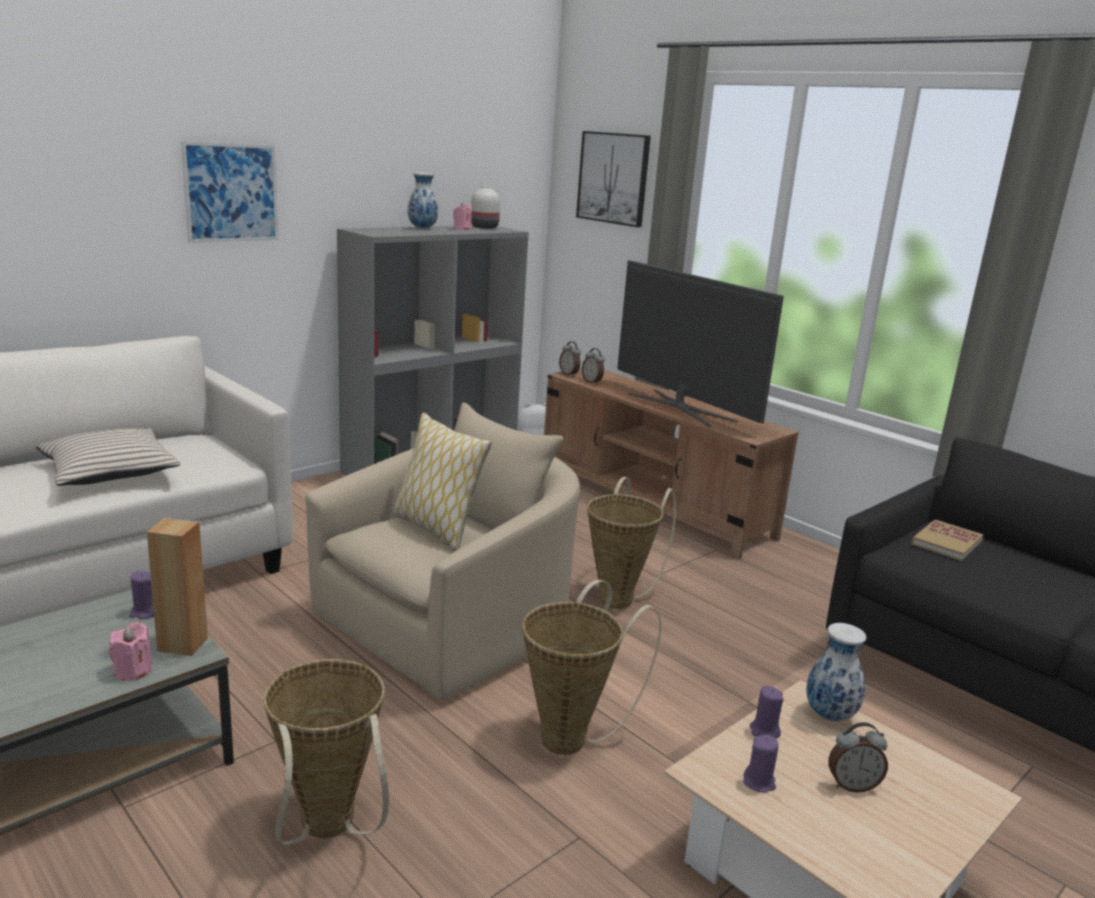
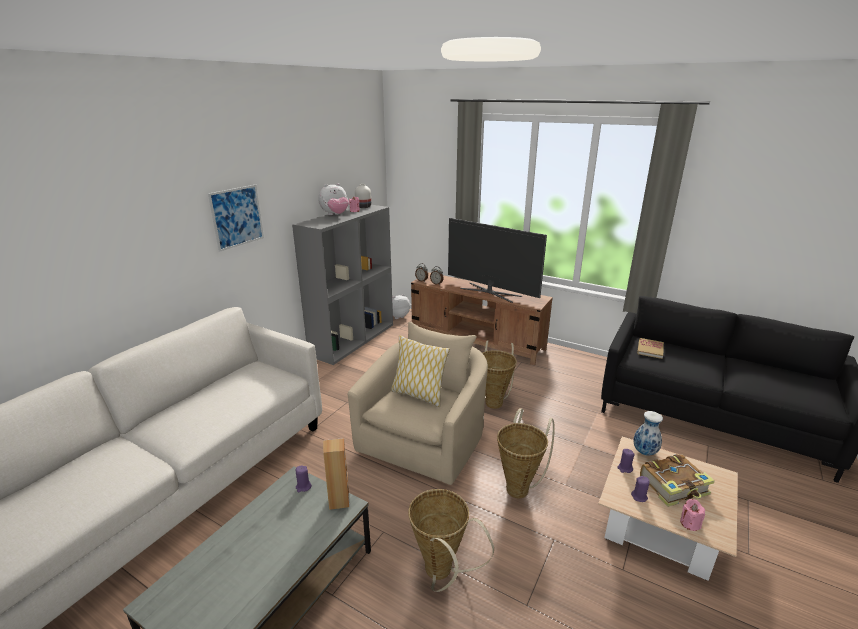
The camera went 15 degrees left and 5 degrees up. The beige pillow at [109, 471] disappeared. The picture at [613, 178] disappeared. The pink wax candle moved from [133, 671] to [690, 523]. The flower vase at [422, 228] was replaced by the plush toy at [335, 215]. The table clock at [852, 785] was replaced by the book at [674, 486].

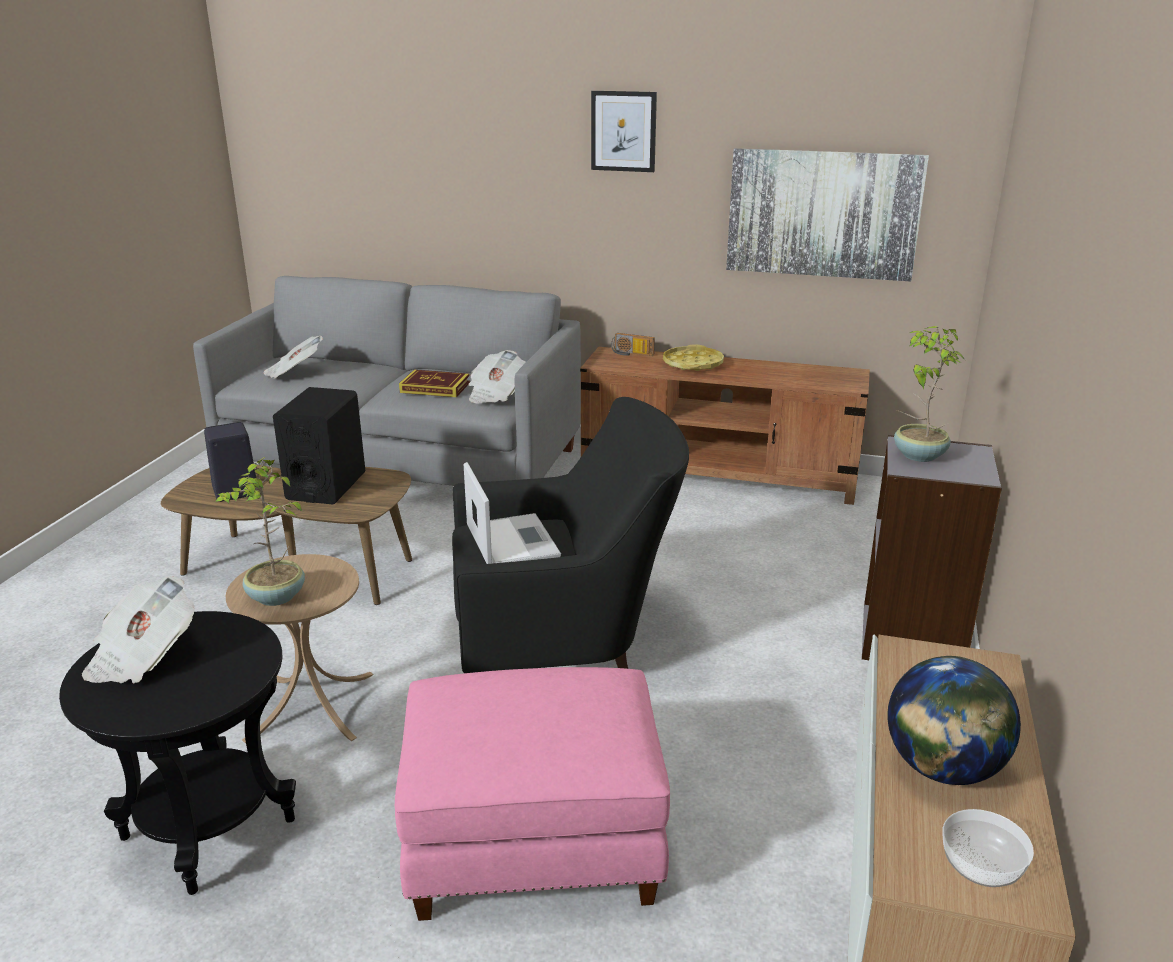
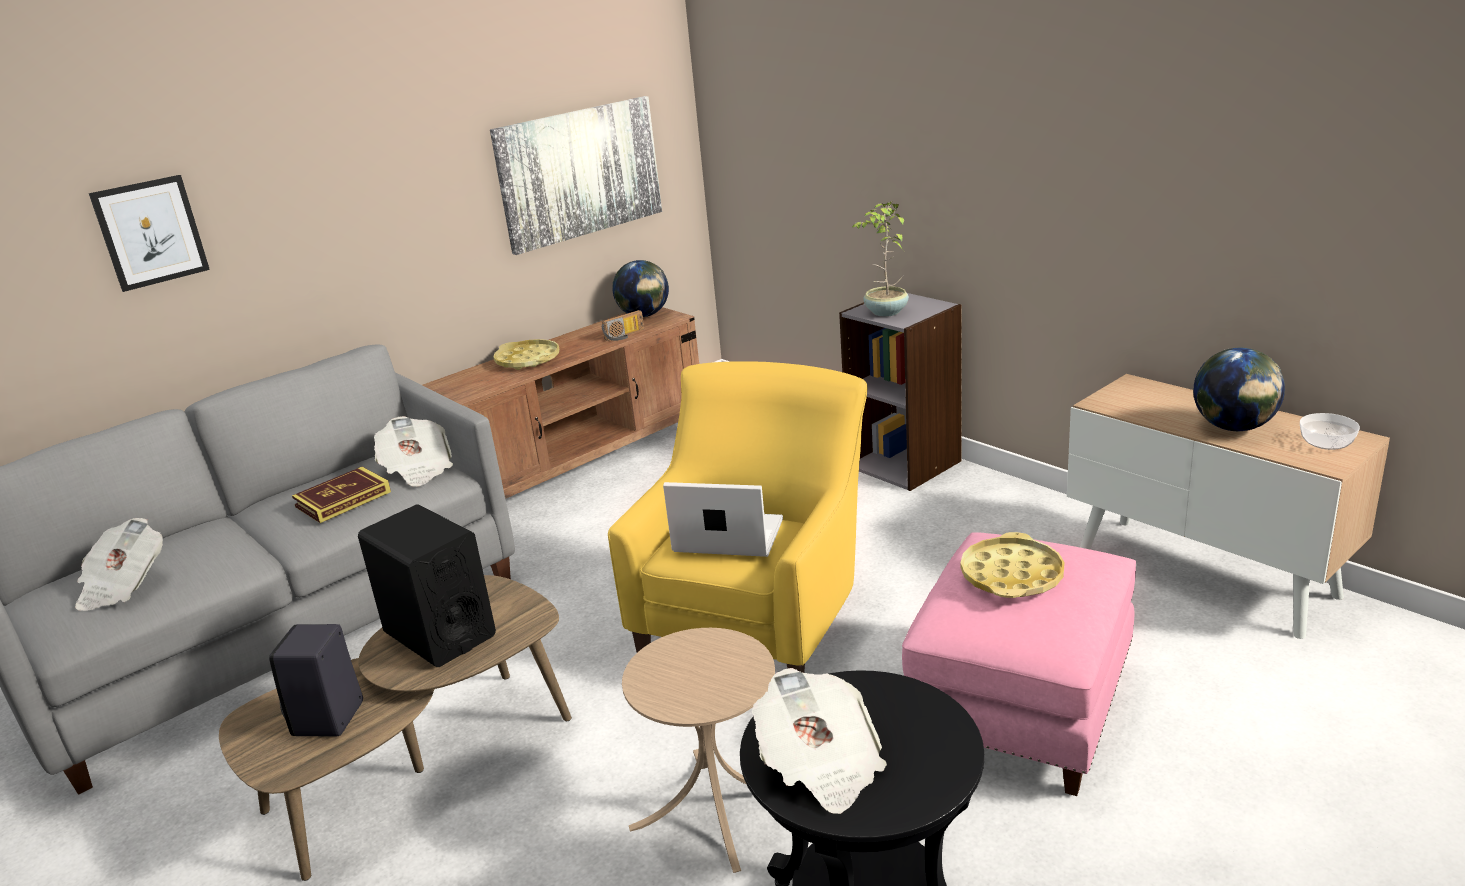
The camera went 55 degrees left and 0 degrees up. The potted plant at [275, 598] disappeared. The desk globe at [644, 316] appeared. The yellow-coloured tray at [1012, 575] appeared. The picture moved from [623, 131] to [150, 232]. The radio moved from [631, 354] to [625, 336]. The blackish lounge chair at [564, 643] became the yellow-coloured lounge chair at [759, 618].

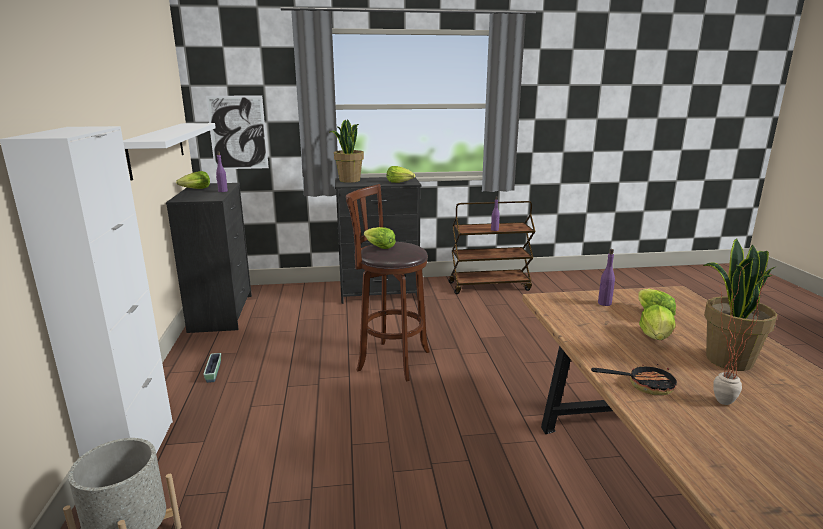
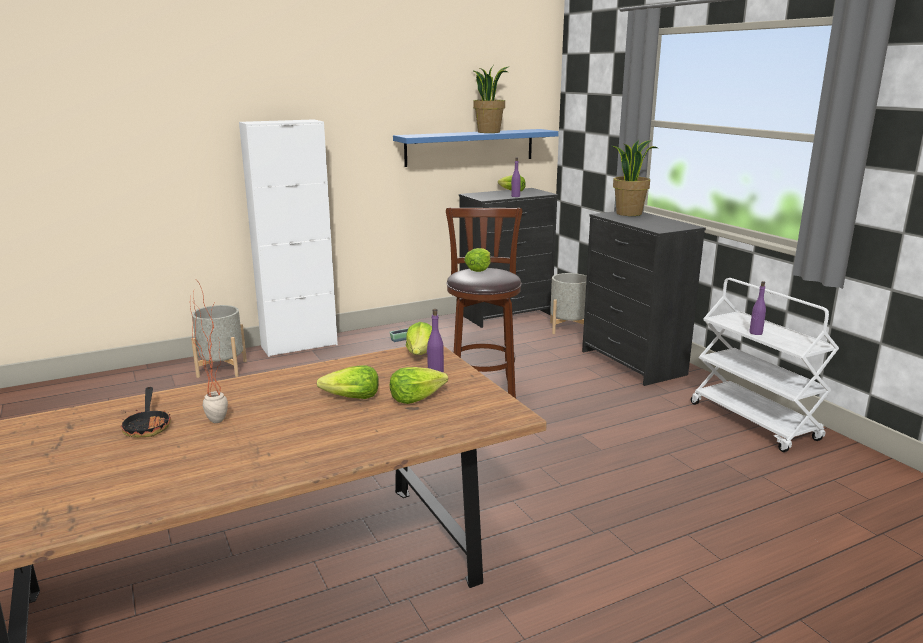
The camera went 70 degrees right and 0 degrees up. The picture at [238, 133] disappeared. The gray flower pot at [568, 328] appeared. The head of lettuce moved from [400, 182] to [421, 354]. The pan moved from [643, 385] to [148, 426]. The potted plant moved from [728, 360] to [489, 132]. The whitish bracket shelf at [157, 148] became the bluish bracket shelf at [470, 147]. The brown cart at [489, 286] became the whitish cart at [754, 422].

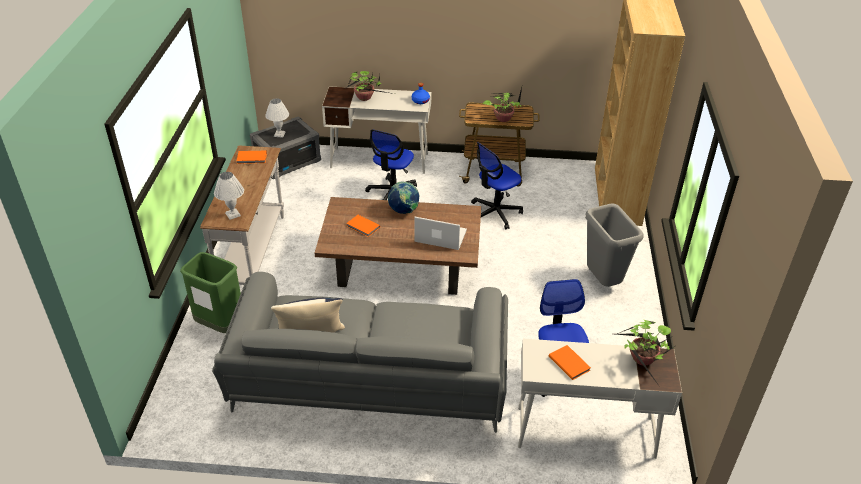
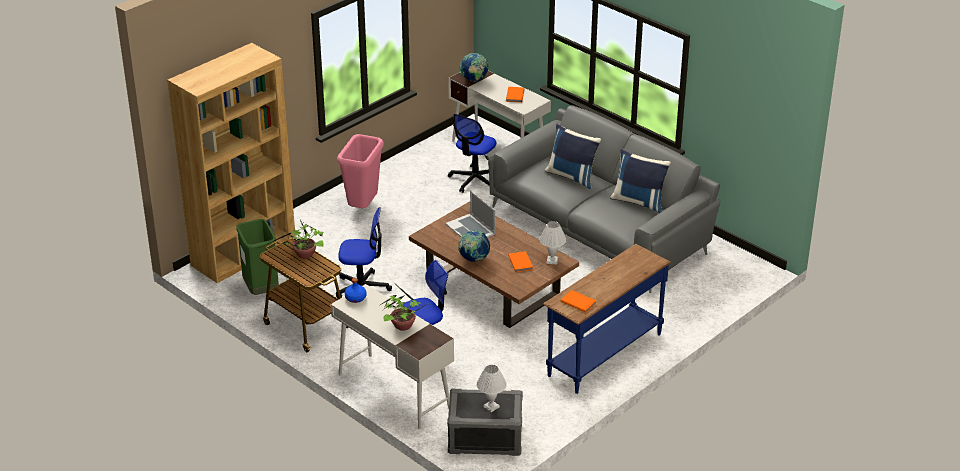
The camera went 140 degrees left and 5 degrees down. The bluish pillow at [572, 176] appeared. The green-coloured rubbish bin moved from [220, 325] to [261, 290]. The whitish tabletop lamp moved from [233, 214] to [551, 261]. The potted plant at [642, 361] was replaced by the desk globe at [474, 80]. The whitish narrow table at [254, 253] became the bluish narrow table at [603, 354]. The gray rubbish bin at [603, 282] became the pink rubbish bin at [362, 207].

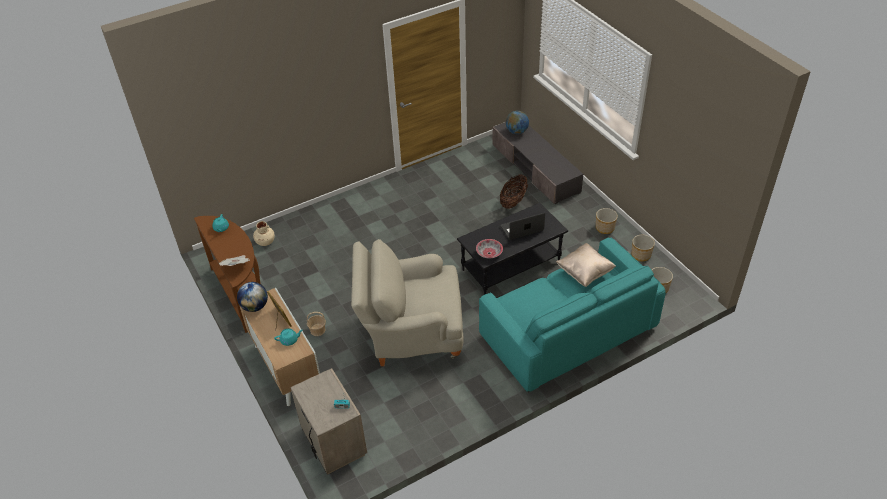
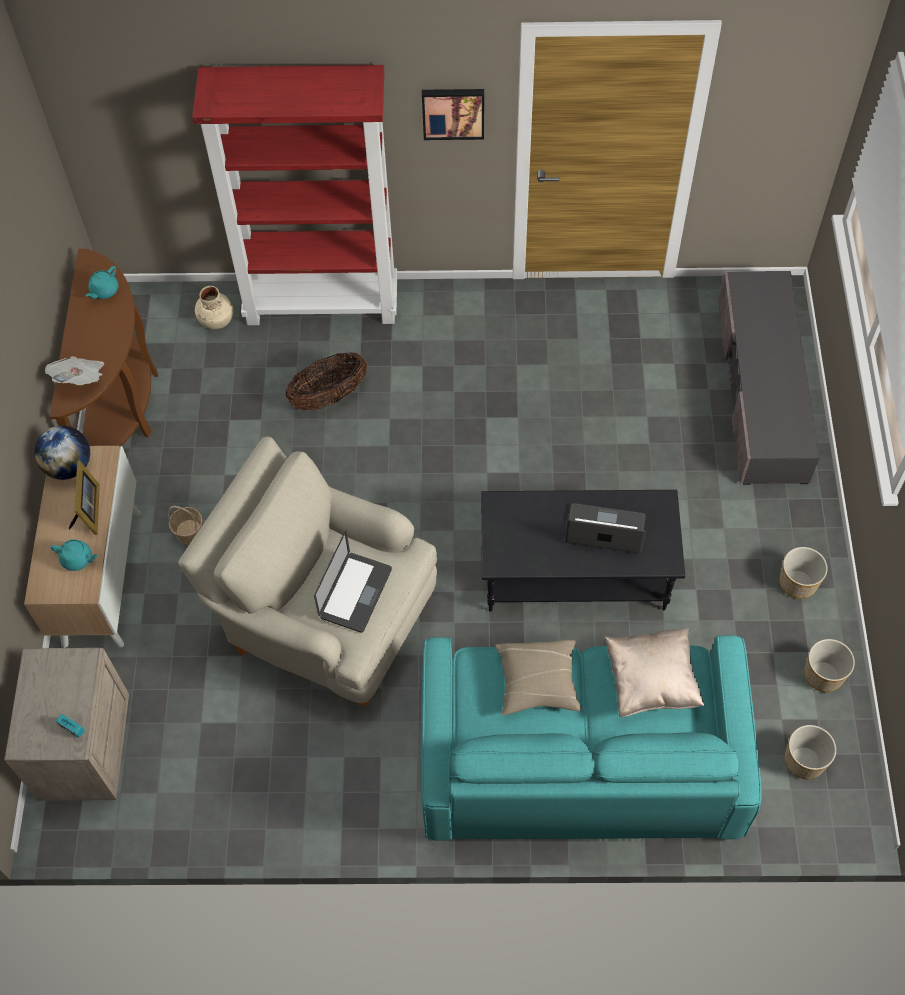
The camera went 30 degrees right and 15 degrees up. The bowl at [489, 253] disappeared. The desk globe at [517, 131] disappeared. The red-coloured bookshelf at [323, 304] appeared. The laptop at [355, 593] appeared. The picture at [453, 112] appeared. The beige pillow at [537, 682] appeared. The household basket moved from [513, 201] to [329, 396].

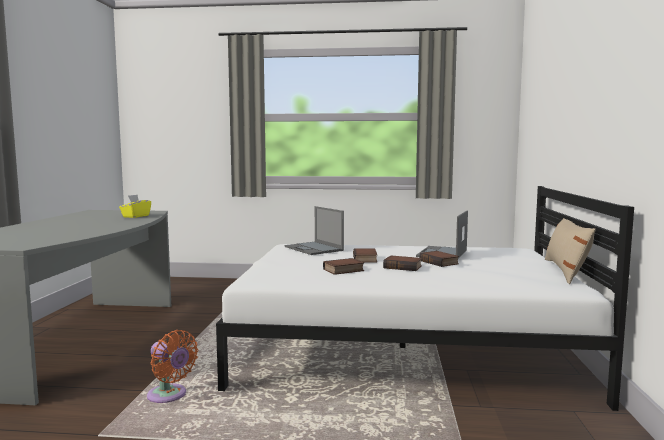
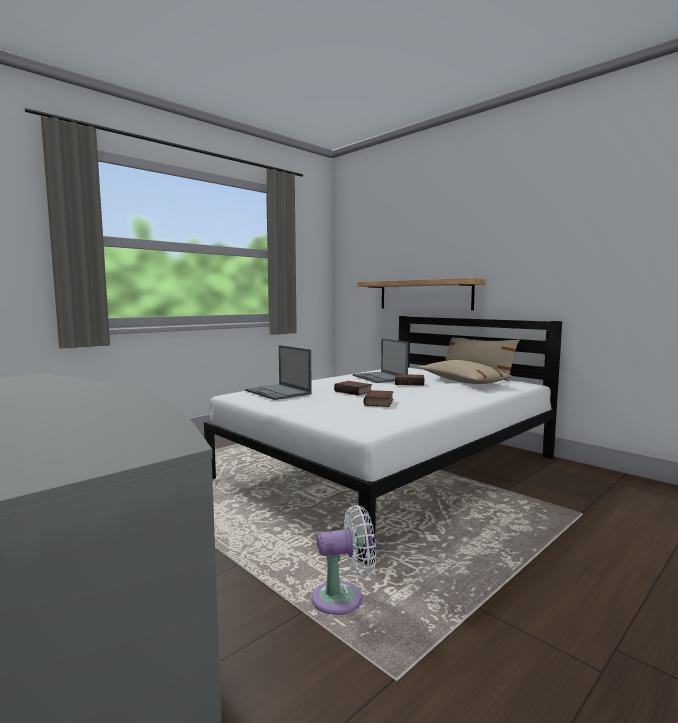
The camera went 50 degrees left and 0 degrees up. The yellow-coloured tissue box at [135, 216] disappeared. The book at [403, 267] disappeared. The bracket shelf at [424, 295] appeared. The beige pillow at [462, 382] appeared. The orangey cooling fan at [169, 396] became the whitish cooling fan at [343, 598]. The laptop at [314, 249] turned 45 degrees clockwise.

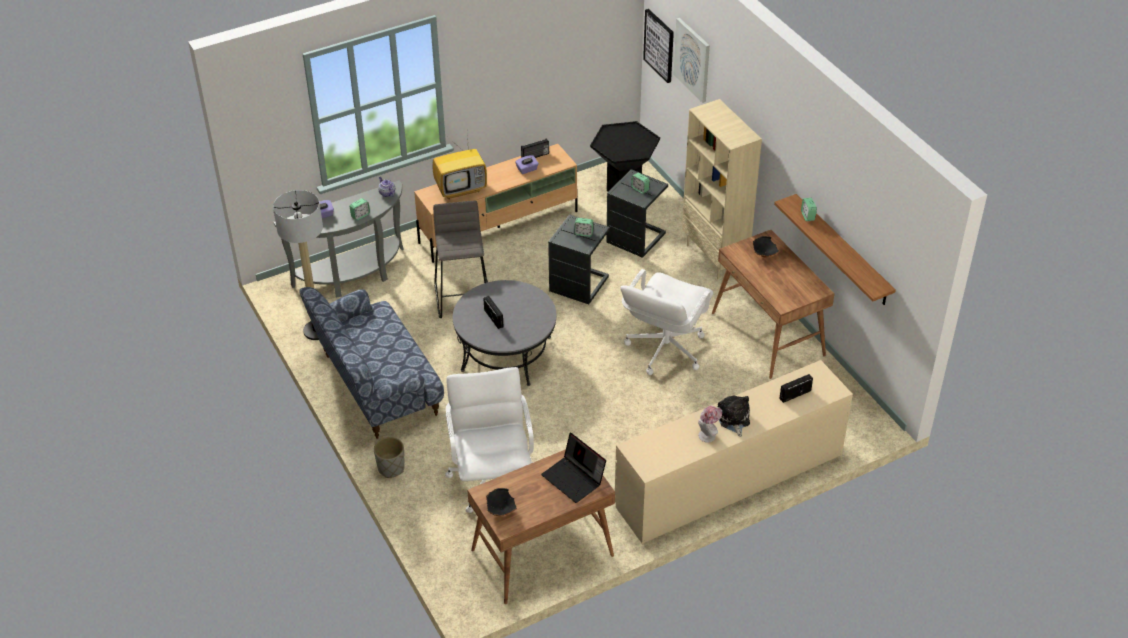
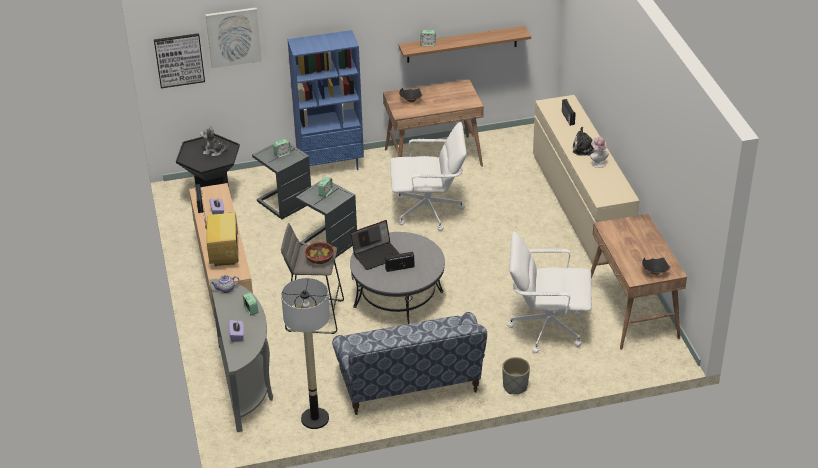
The camera went 75 degrees left and 5 degrees down. The plush toy at [214, 151] appeared. The bowl at [319, 259] appeared. The laptop moved from [574, 479] to [377, 254]. The beige bookshelf at [715, 257] became the bluish bookshelf at [331, 166]. The whitish desk chair at [664, 349] turned 45 degrees counterclockwise.

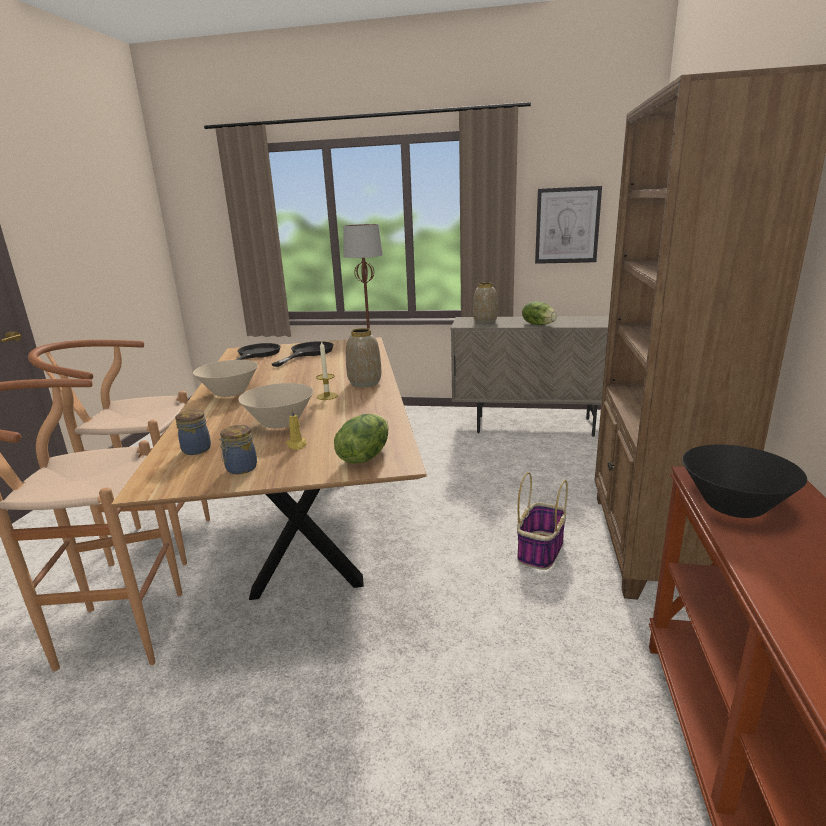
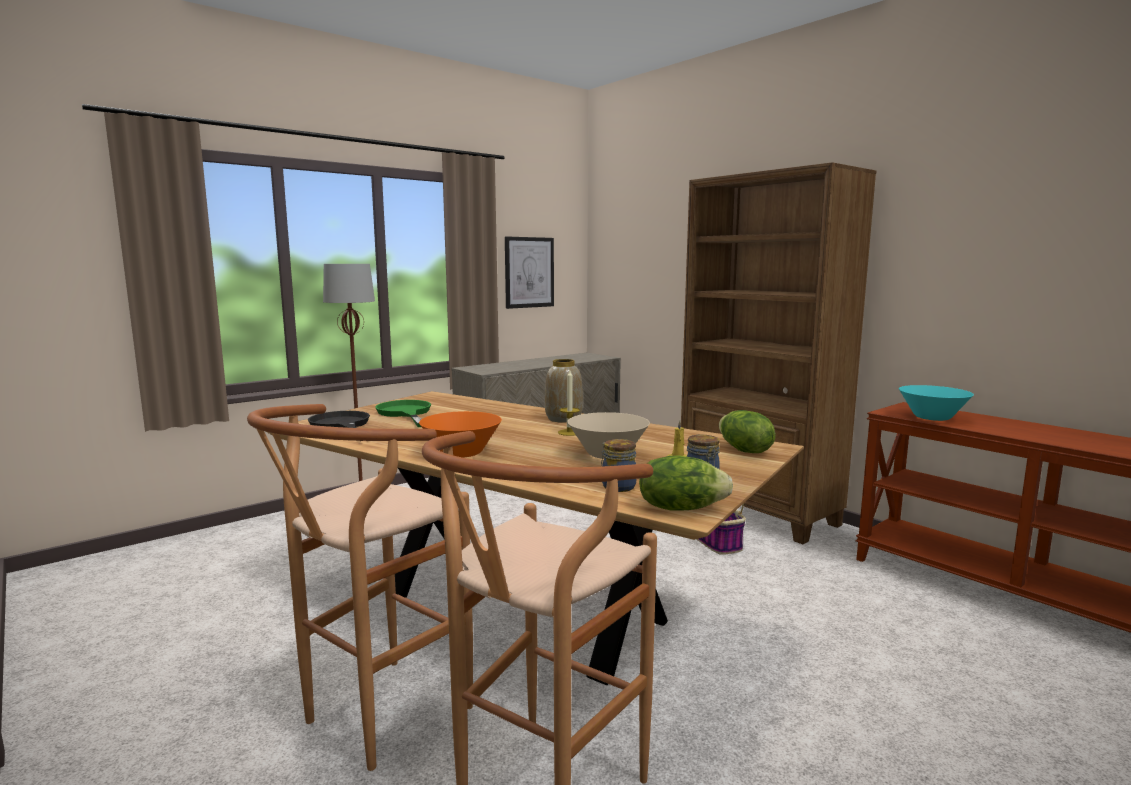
The camera went 50 degrees left and 10 degrees down. The flower vase at [485, 322] disappeared. The head of lettuce moved from [538, 324] to [680, 508]. The beige bowl at [230, 393] became the orangey bowl at [461, 453]. The blackish pan at [307, 353] became the green-coloured pan at [405, 413]. The blackish bowl at [733, 506] became the blue-green bowl at [932, 418].

